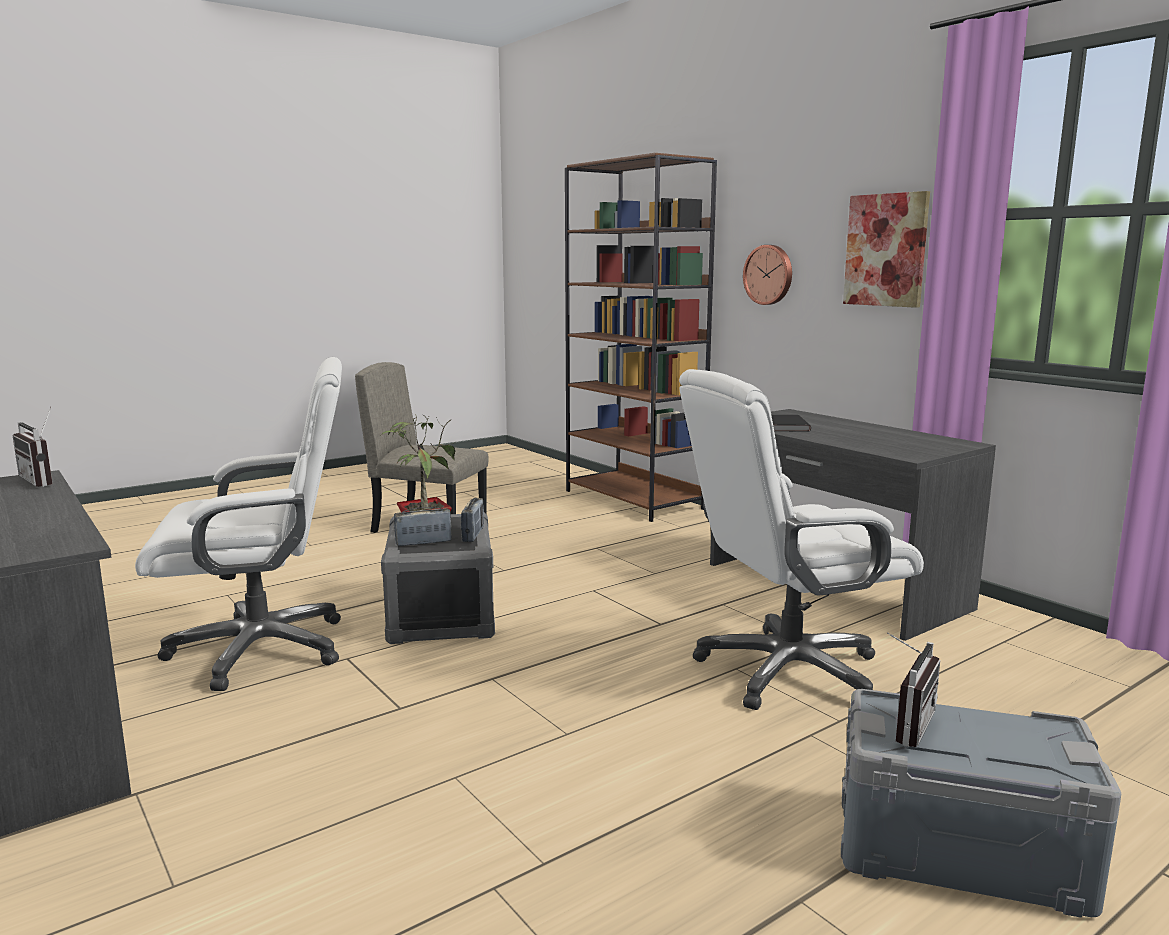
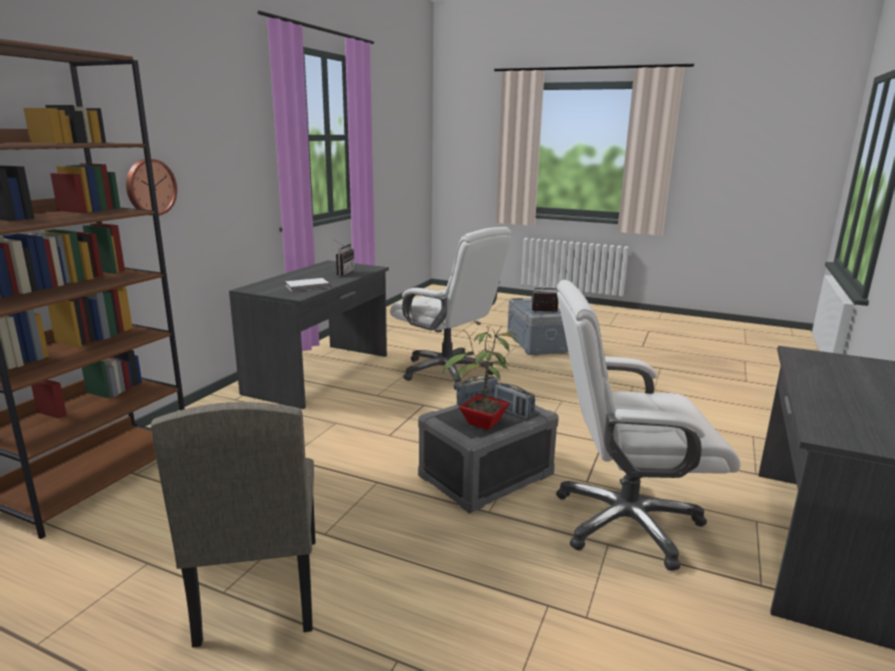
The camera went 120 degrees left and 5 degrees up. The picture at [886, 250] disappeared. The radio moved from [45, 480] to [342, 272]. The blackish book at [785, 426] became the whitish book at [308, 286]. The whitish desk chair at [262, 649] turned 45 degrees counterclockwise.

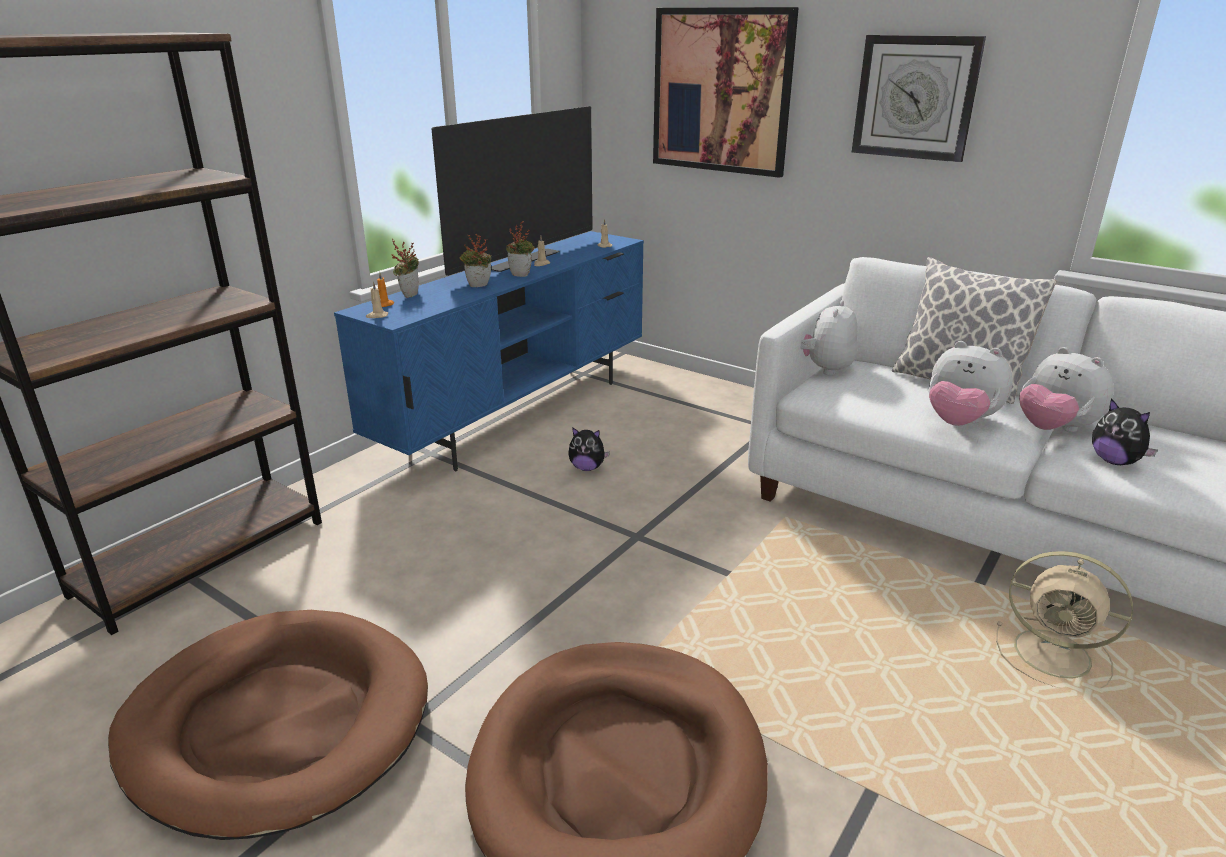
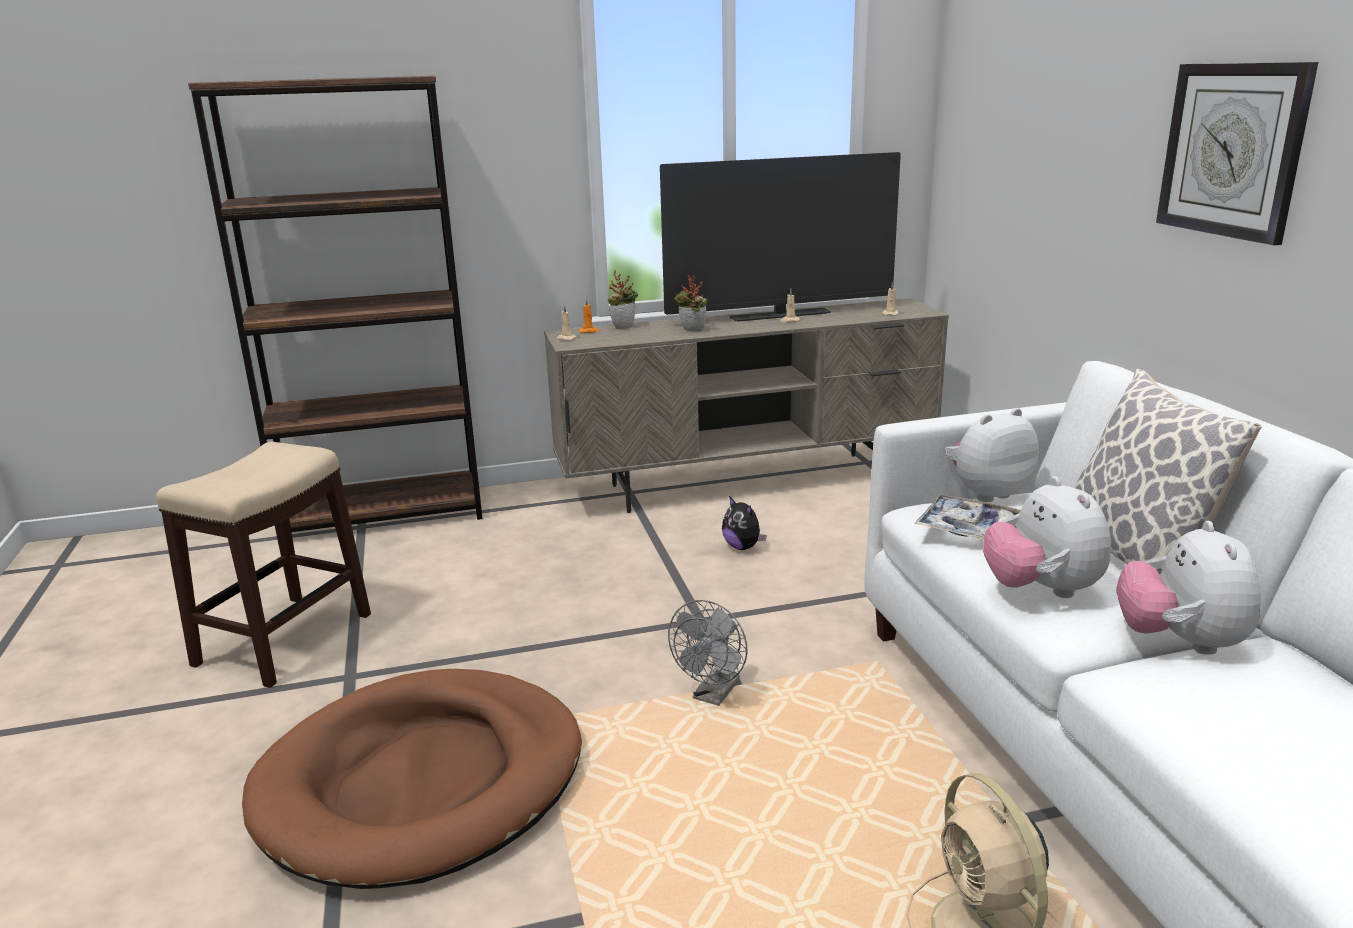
The camera went 40 degrees right and 5 degrees down. The potted plant at [522, 275] disappeared. The picture at [721, 91] disappeared. The plush toy at [1115, 461] disappeared. The gray cooling fan at [713, 695] appeared. The tray at [968, 528] appeared. The brown pet bed at [277, 723] was replaced by the stool at [285, 638]. The bluish media console at [519, 414] became the beige media console at [749, 482].

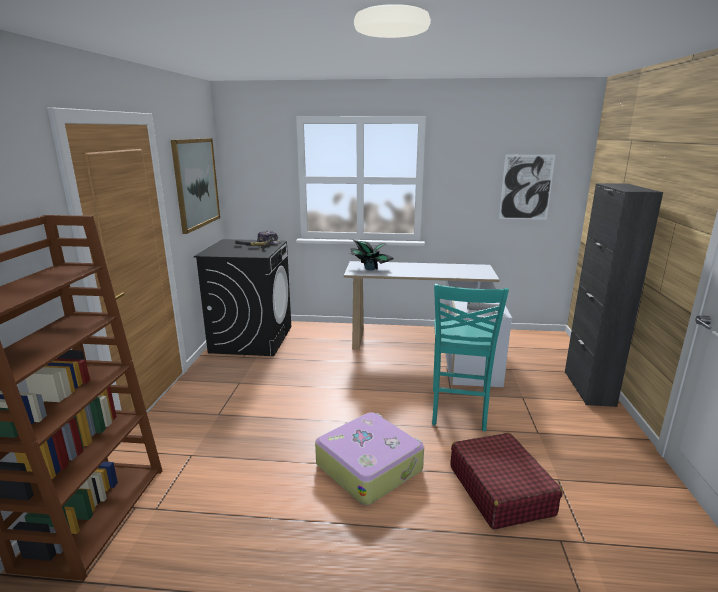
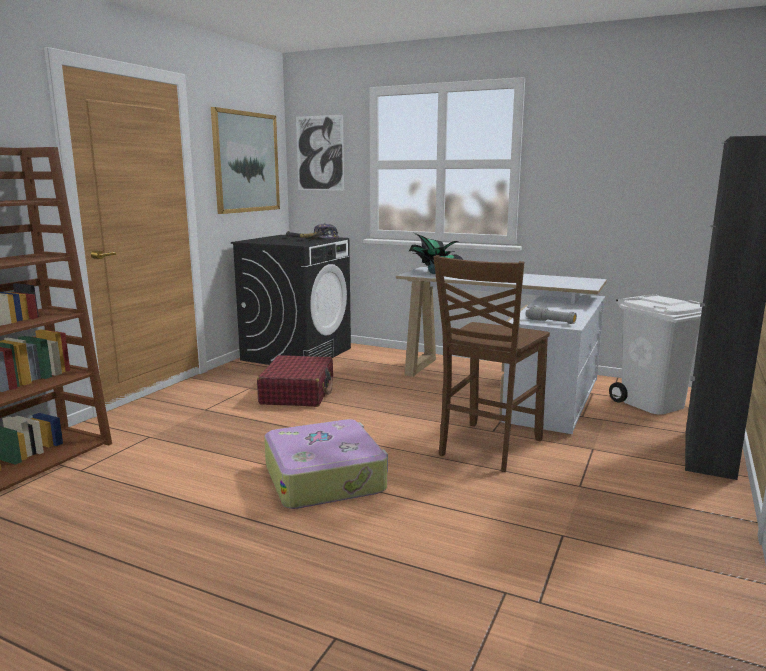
The camera went 20 degrees right and 5 degrees down. The whitish rubbish bin at [651, 403] appeared. The red-coloured piece of luggage moved from [500, 490] to [298, 393]. The picture moved from [526, 187] to [320, 153]. The blue-green chair at [458, 410] became the brown chair at [487, 447].

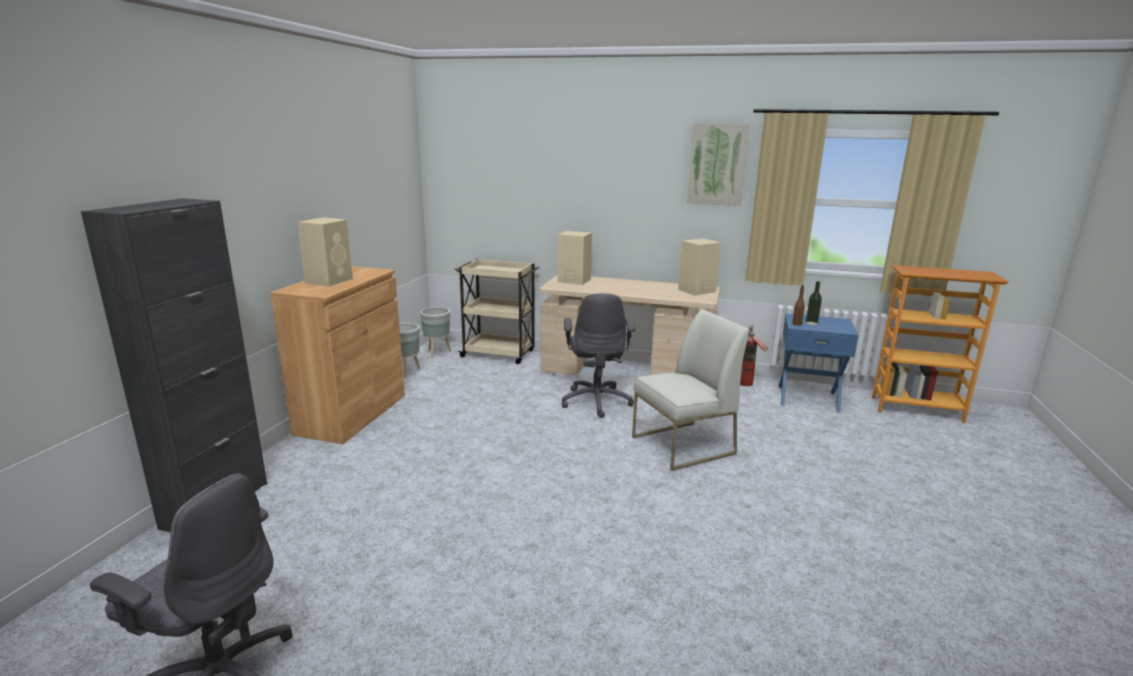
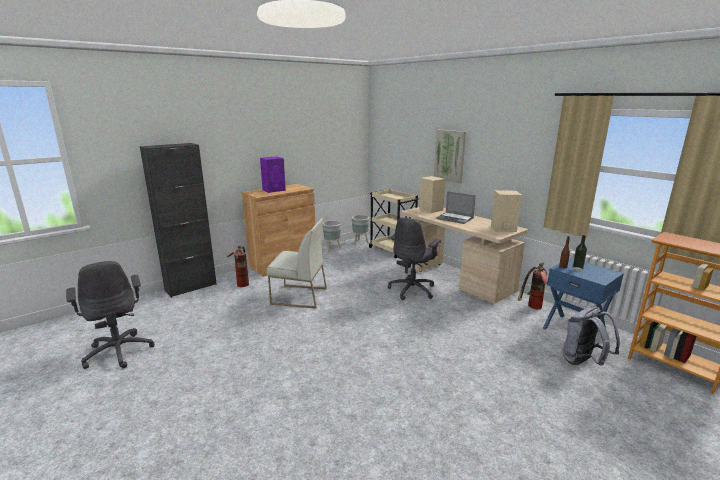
The camera went 35 degrees right and 0 degrees up. The extinguisher at [242, 282] appeared. The laptop at [455, 219] appeared. The gray rucksack at [583, 362] appeared. The whitish chair moved from [682, 446] to [298, 296]. The picture moved from [717, 164] to [450, 156]. The beige speaker at [330, 280] became the purple-coloured speaker at [274, 190].

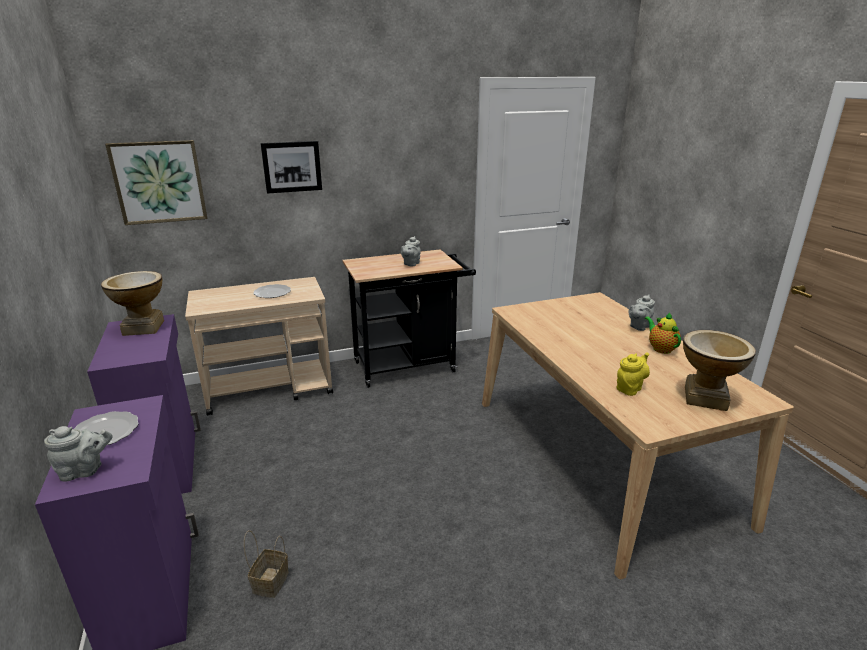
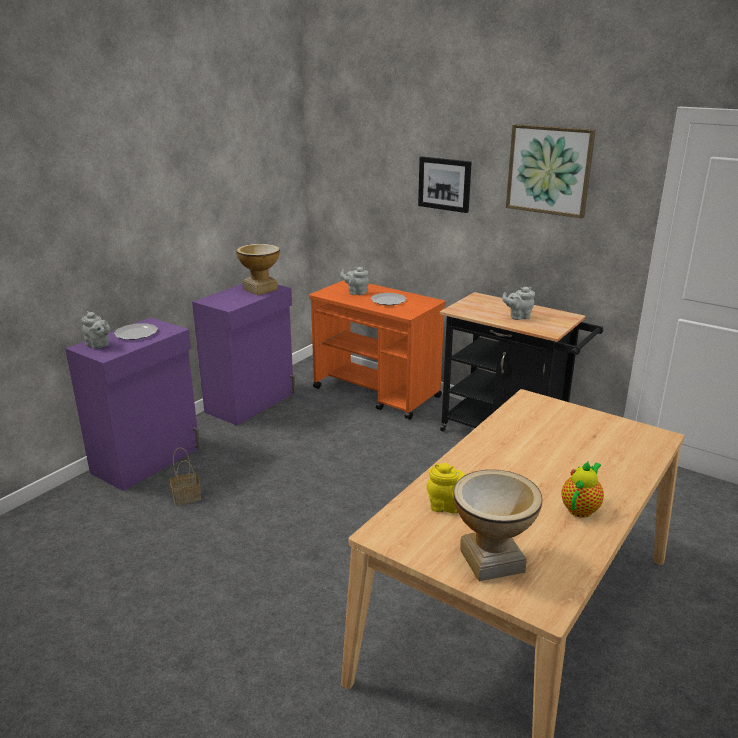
The camera went 55 degrees right and 0 degrees up. The picture moved from [159, 182] to [549, 170]. The gray teapot moved from [638, 327] to [356, 292]. The beige cart at [270, 389] became the orangey cart at [377, 393].

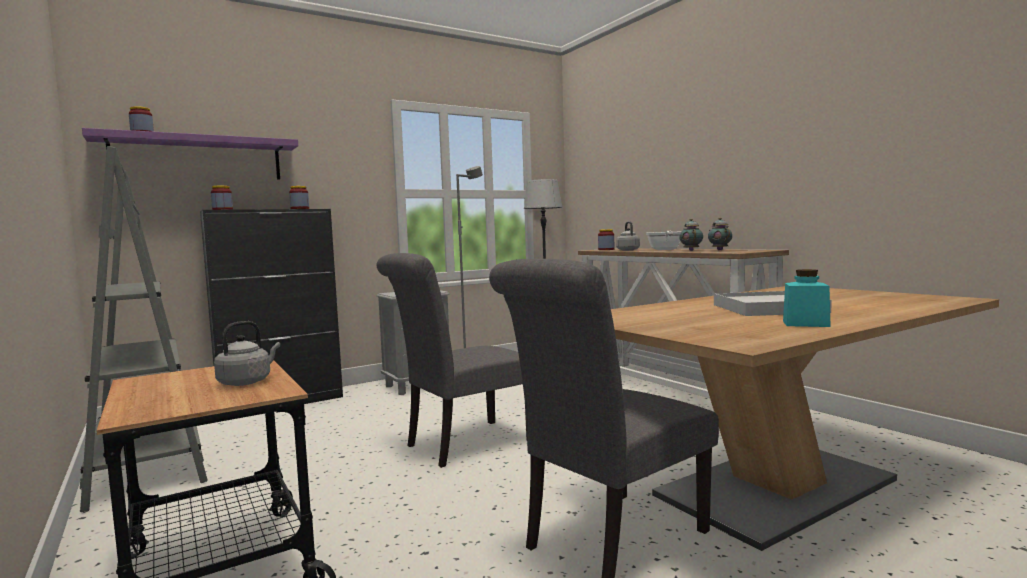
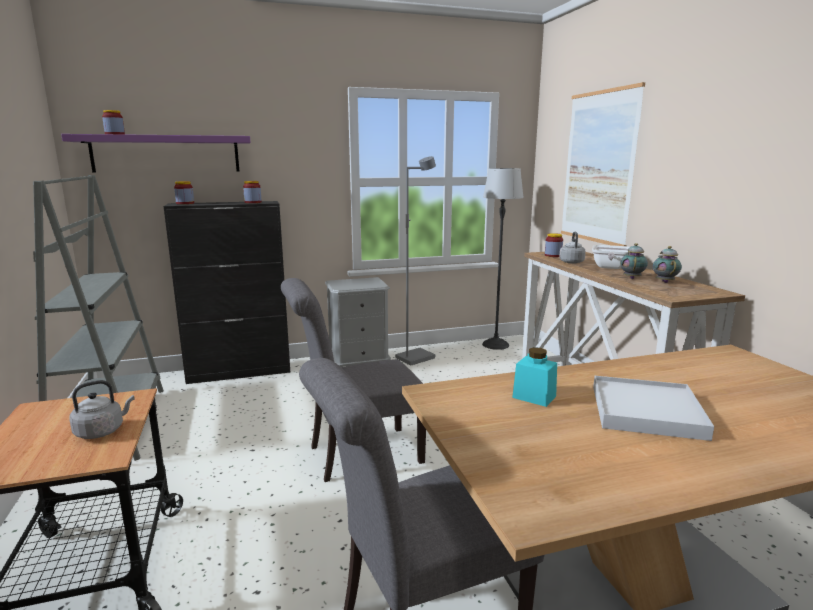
The camera went 15 degrees right and 10 degrees up. The picture at [598, 167] appeared. The blue-green storage jar moved from [805, 324] to [534, 397].

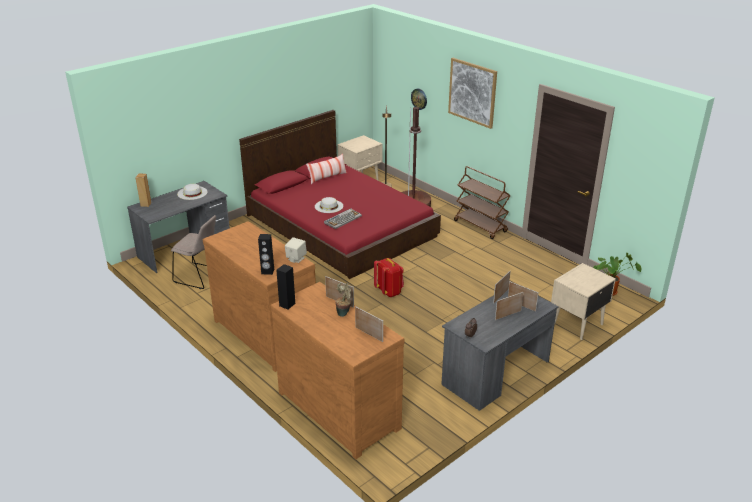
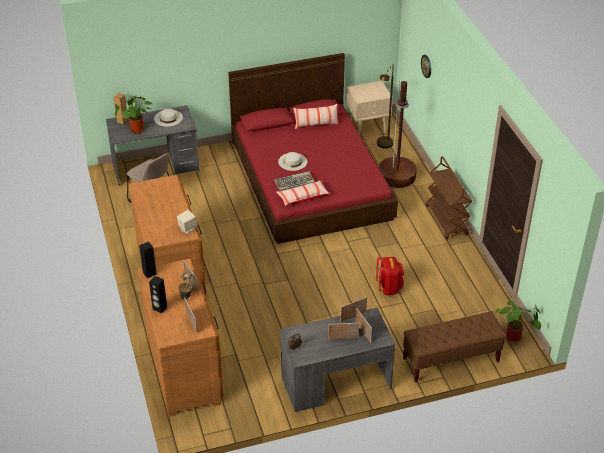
The camera went 25 degrees right and 10 degrees up. The picture at [472, 92] disappeared. The potted plant at [137, 130] appeared. The pillow at [303, 197] appeared. The blackish speaker moved from [267, 271] to [159, 308]. The red-coloured rucksack moved from [389, 292] to [389, 288]. The beige nightstand at [577, 324] was replaced by the brown bench at [450, 360].

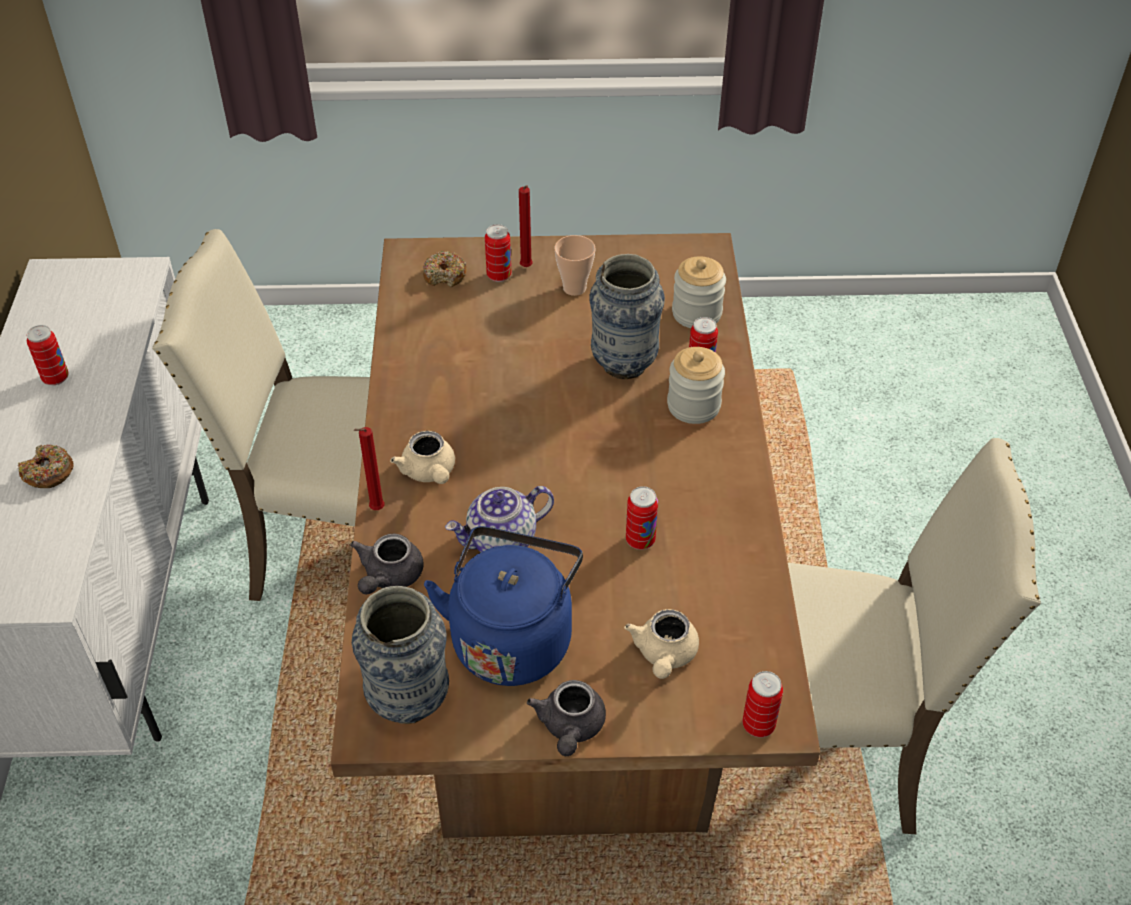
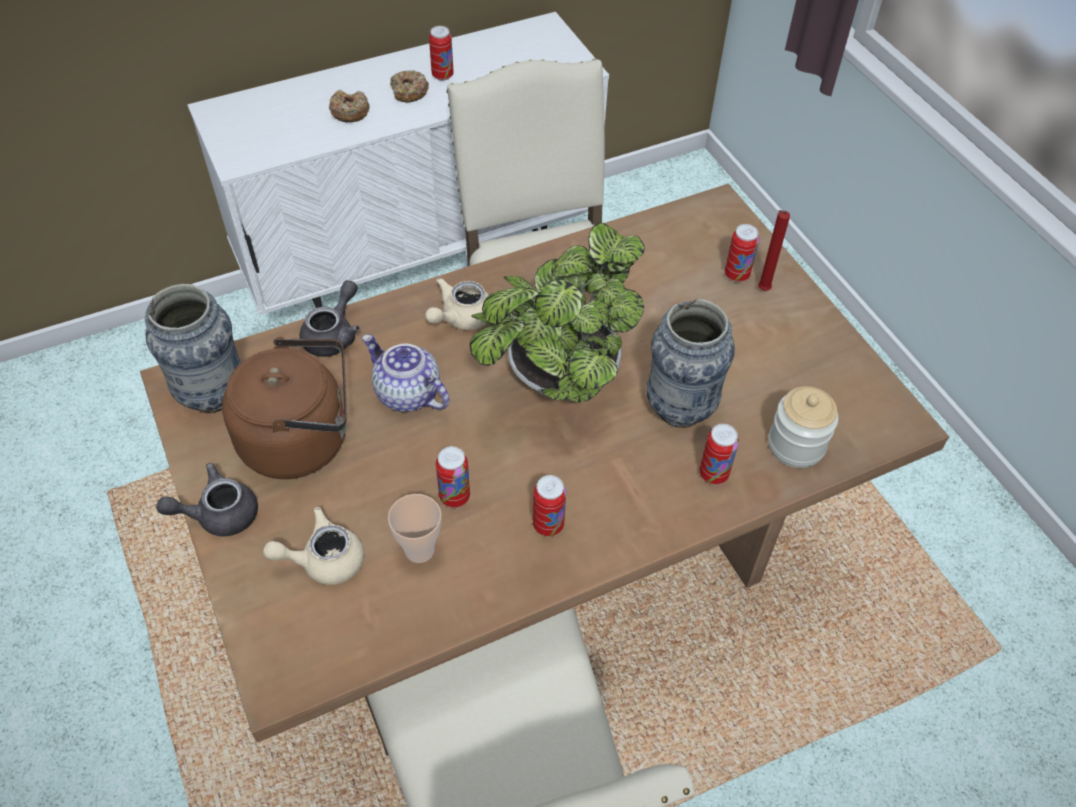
The camera went 65 degrees right and 5 degrees up. The red-coloured wax candle at [375, 510] disappeared. The storage jar at [693, 405] disappeared. The potted plant at [557, 383] appeared. The ring doughnut moved from [445, 275] to [409, 92]. The cup moved from [574, 288] to [419, 550]. The can moved from [758, 725] to [548, 525]. The bluish water kettle at [512, 637] became the brown water kettle at [302, 439]. The gray teapot at [388, 577] turned 120 degrees clockwise.

